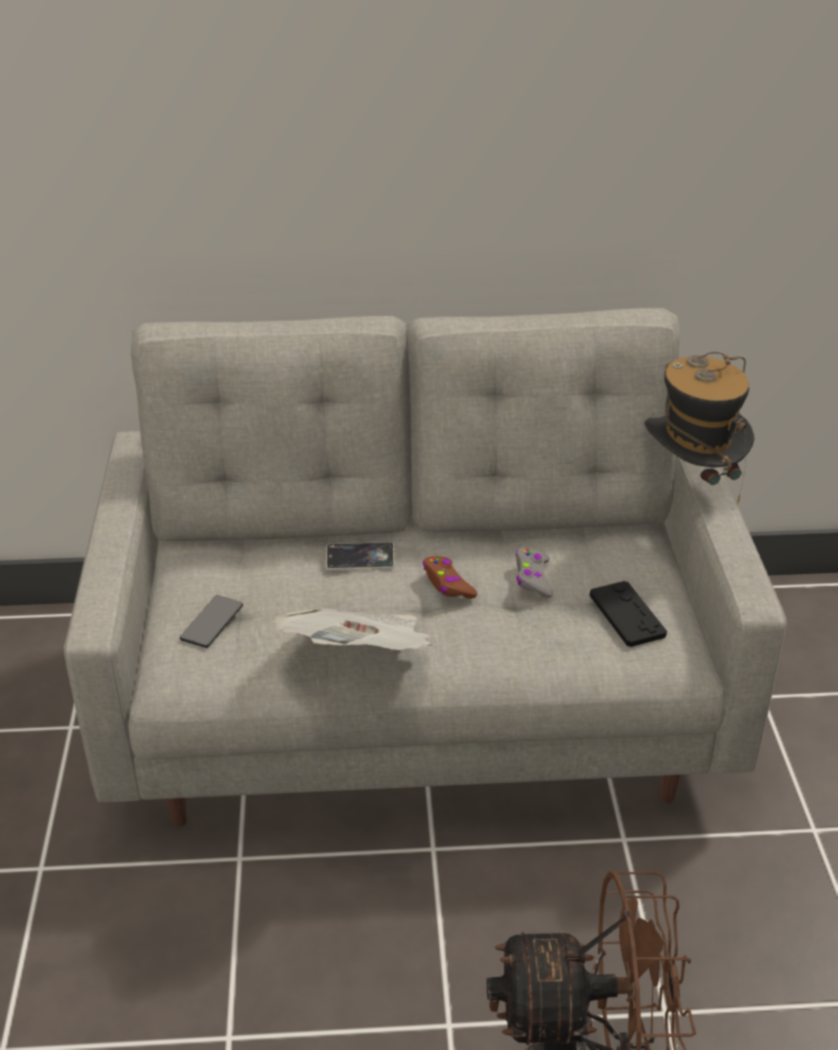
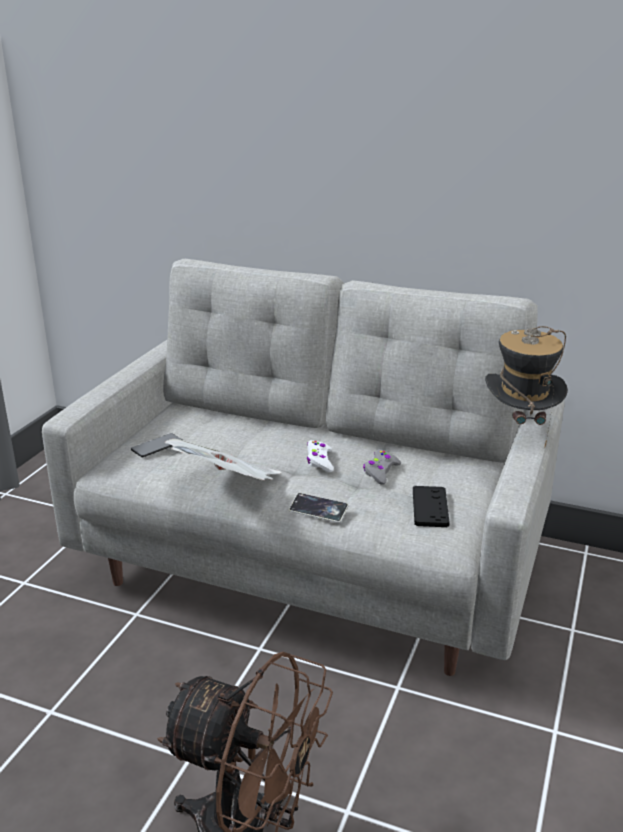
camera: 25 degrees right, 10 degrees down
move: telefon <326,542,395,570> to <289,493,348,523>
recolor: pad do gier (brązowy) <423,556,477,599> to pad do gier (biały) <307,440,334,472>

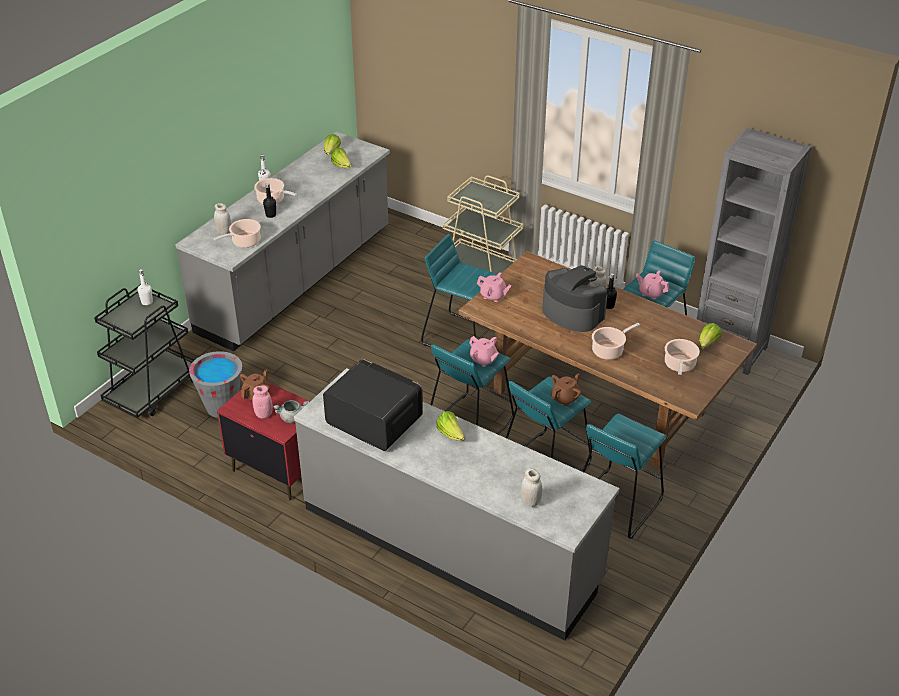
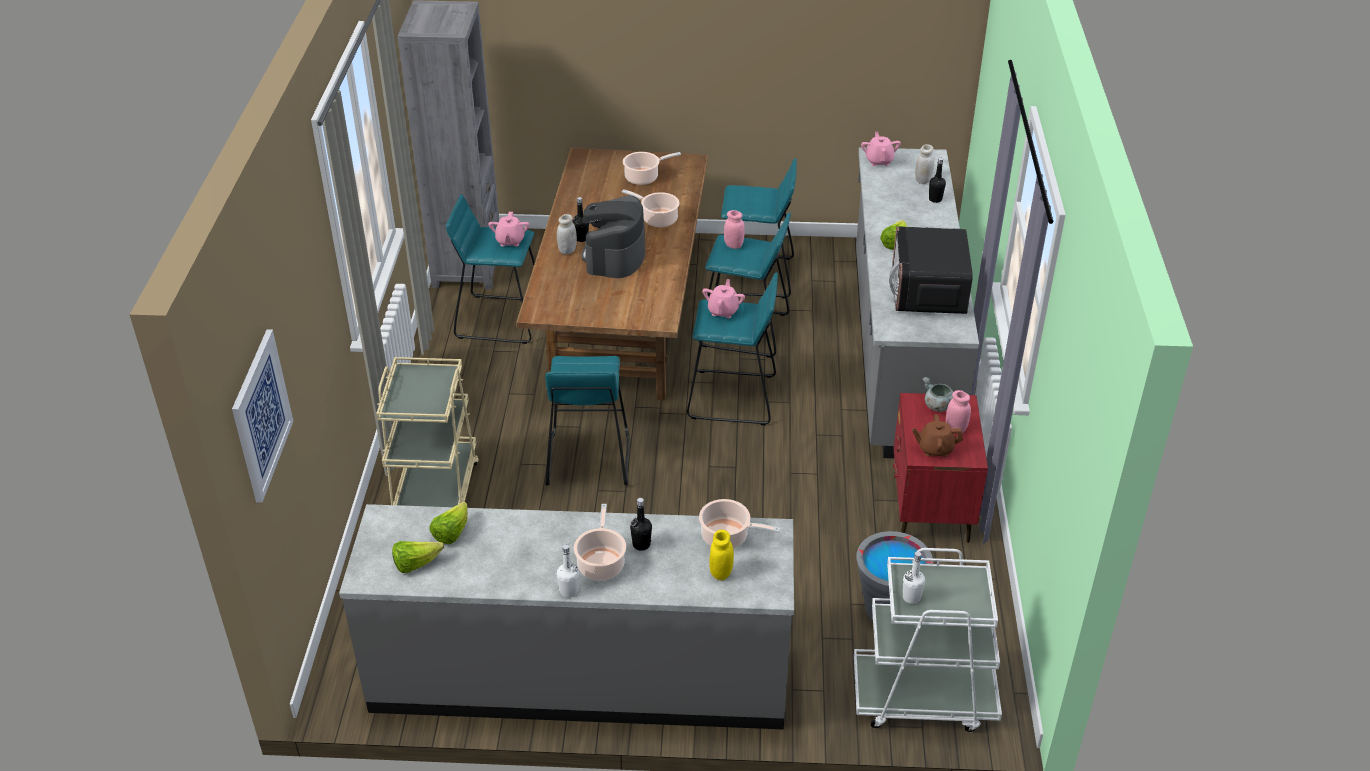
camera: 120 degrees left, 0 degrees up
delete: sałata <699,323,722,349>
insert: butelka (czarny) <929,158,946,203>; obraz <232,329,294,503>
move: imbryk (różowy) <477,272,512,302> to <861,132,901,166>
replace: imbryk (brązowy) <551,374,581,406> to słoik (różowy) <724,210,745,249>
recolor: słoik (biały) <214,203,231,234> to słoik (żółty) <709,530,734,580>; wózek (czarny) <94,284,194,418> to wózek (biały) <854,548,1002,732>

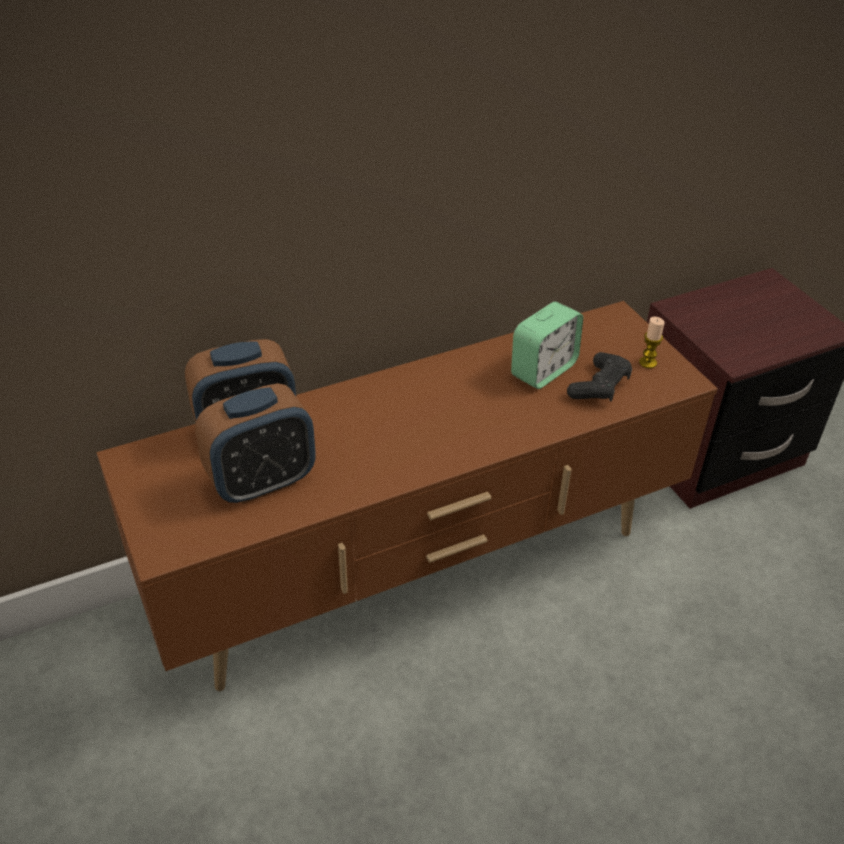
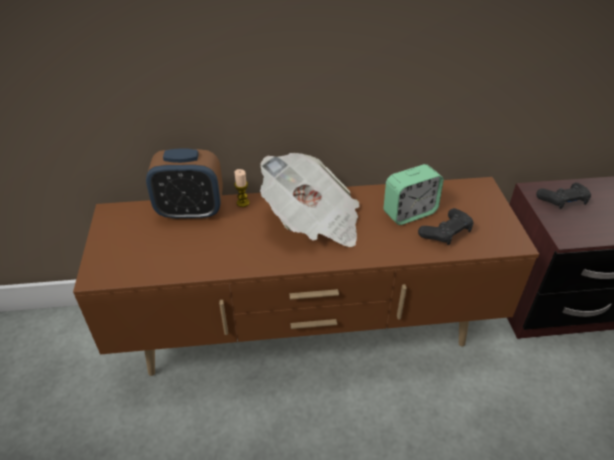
camera: 20 degrees right, 0 degrees up
delete: budzik <195,383,316,504>
insert: gazeta <260,153,360,247>; pad do gier (czarny) <536,183,591,209>
move: świeca <639,317,665,369> to <234,169,250,207>

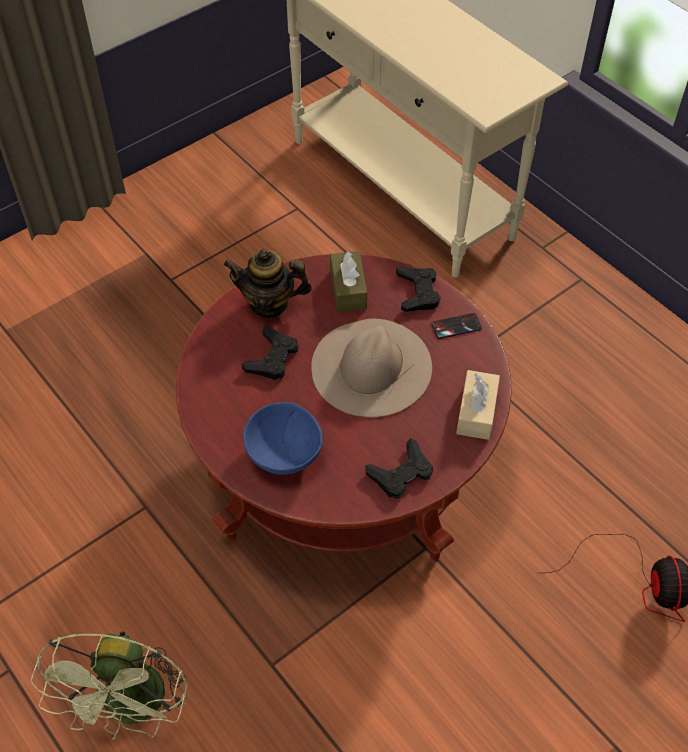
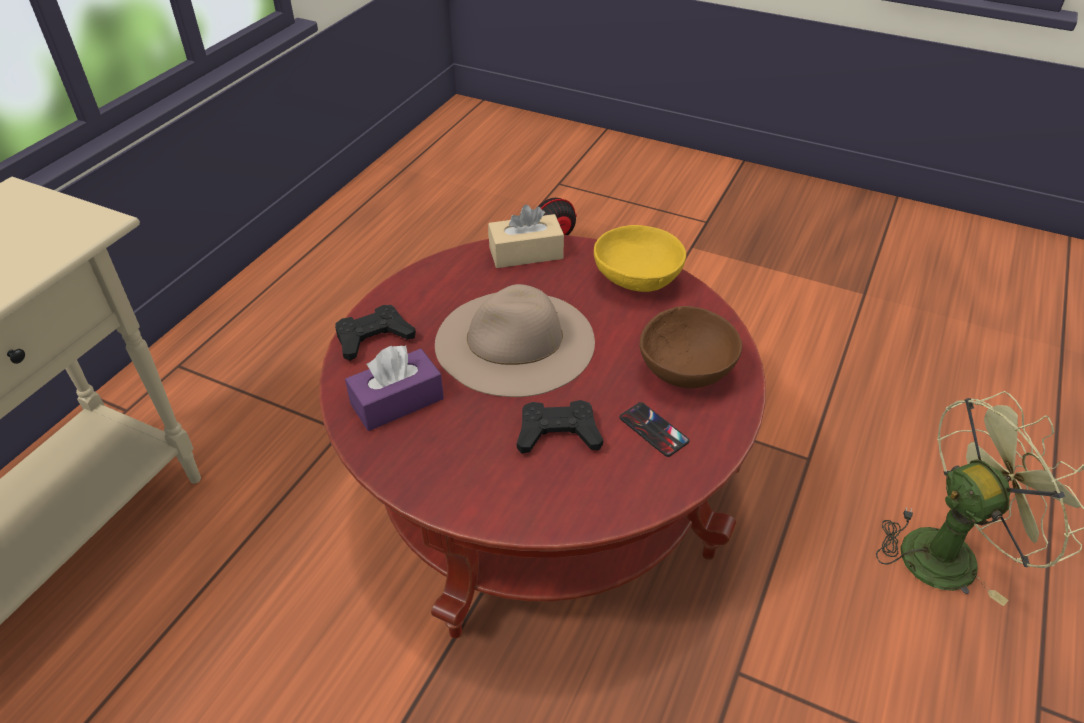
camera: 115 degrees left, 10 degrees down
delete: imbryk <223,249,312,318>
move: telefon <431,313,482,339> to <619,402,690,457>
replace: pad do gier (czarny) <365,438,433,498> to miska (żółty) <594,225,686,292>
recolor: pudełko chusteczek (brązowy) <330,251,367,312> to pudełko chusteczek (fioletowy) <345,345,444,431>; miska (niebieski) <243,402,322,475> to miska (brązowy) <639,306,742,388>

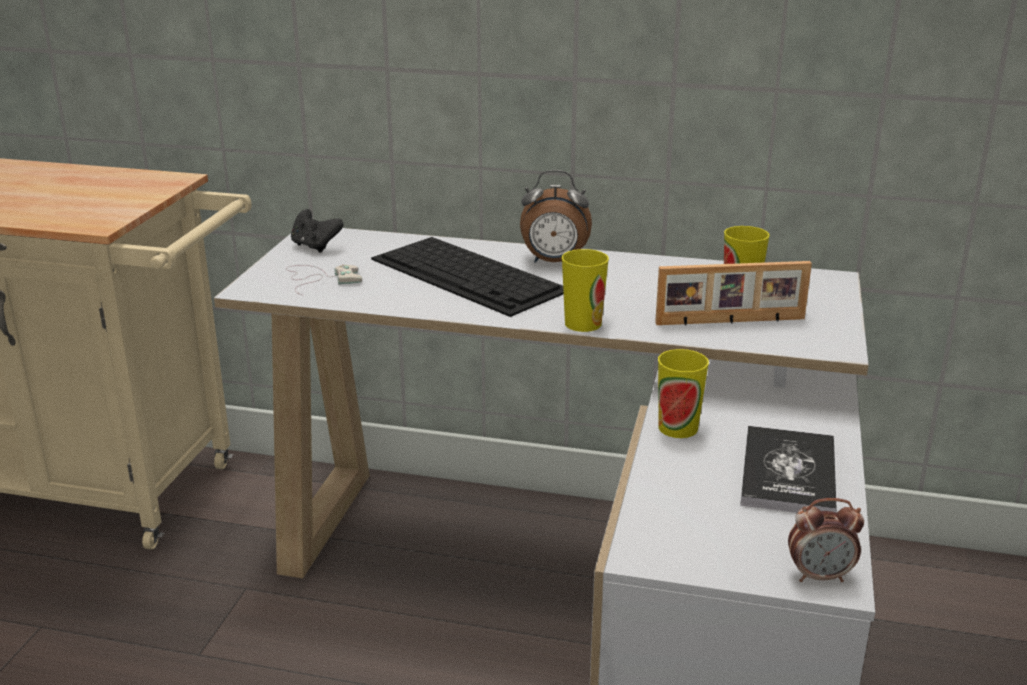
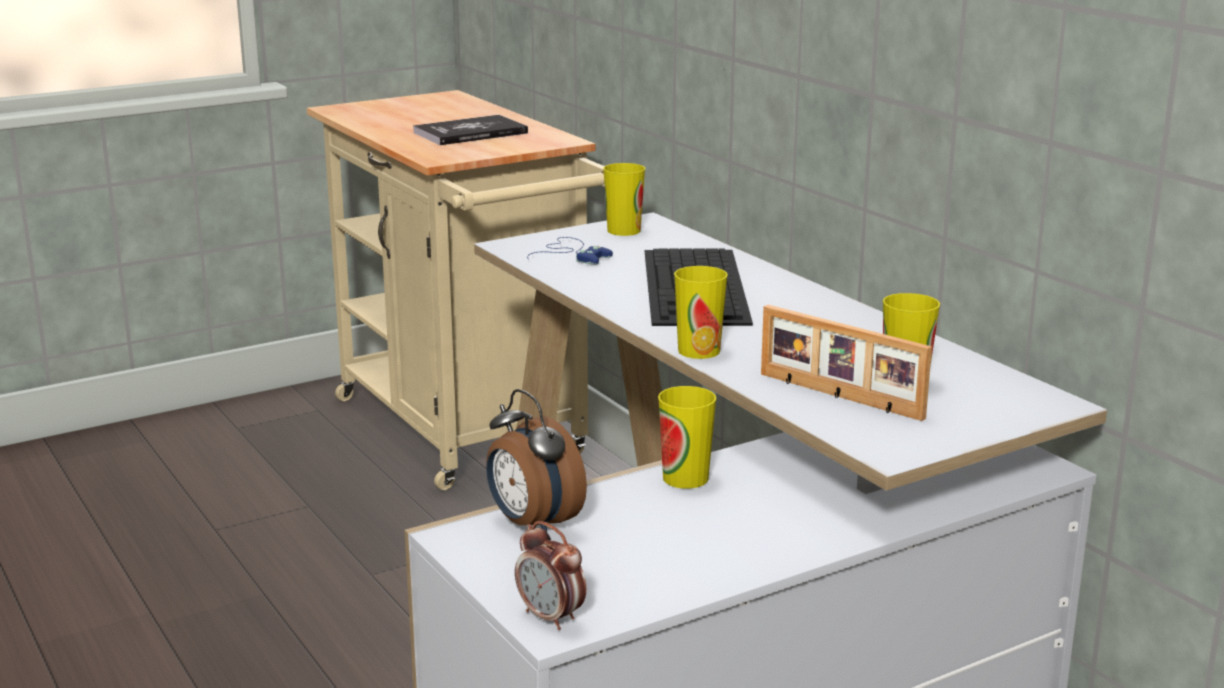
camera: 45 degrees right, 5 degrees down
move: budzik <520,170,592,263> to <486,389,587,532>; książka <740,426,837,513> to <413,115,528,145>
replace: pad do gier (czarny) <291,209,344,252> to filiżanka <603,163,645,236>
recolor: pad do gier (biały) <286,265,362,295> to pad do gier (niebieski) <527,237,613,265>

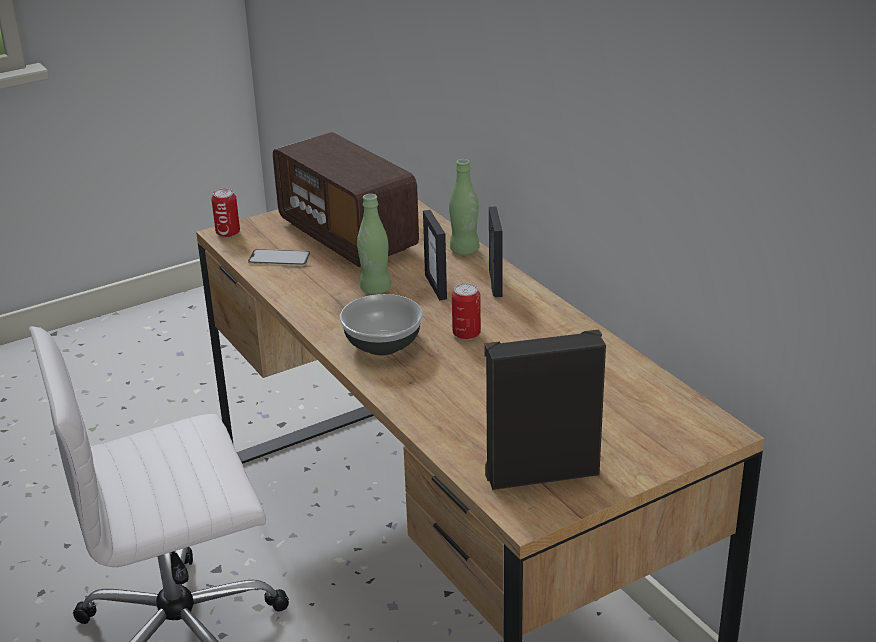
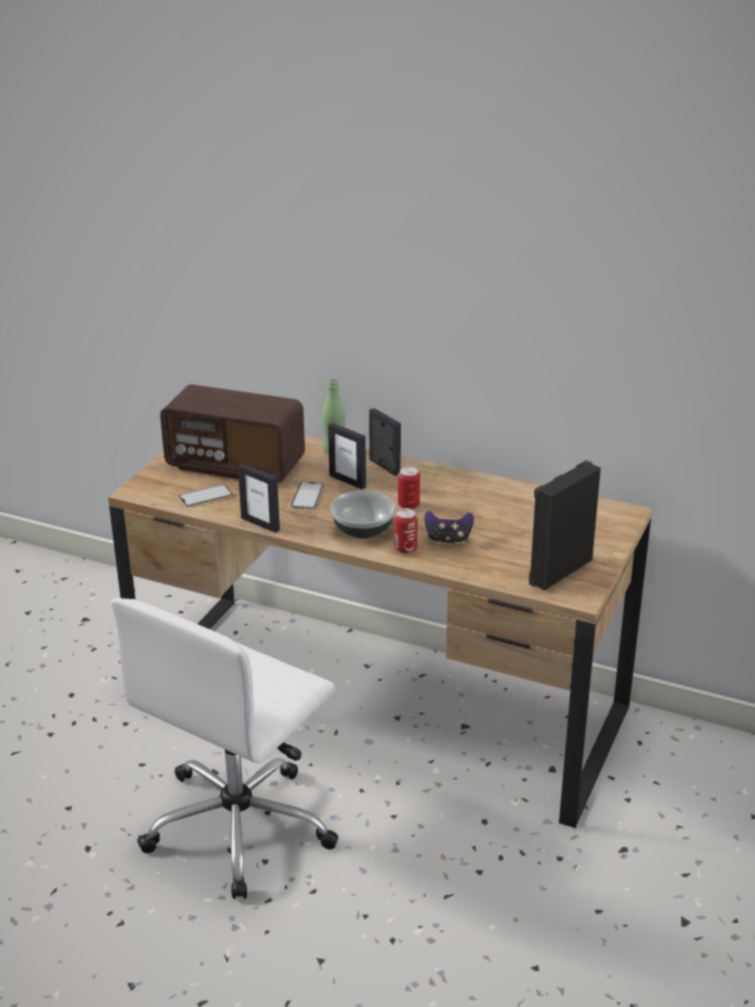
camera: 35 degrees left, 0 degrees up
insert: ramka na zdjęcie <238,463,280,533>; pad do gier <425,511,474,545>
move: puszka <211,189,240,238> to <394,508,417,554>
replace: butelka (zielony) <357,194,391,294> to telefon <291,482,324,509>

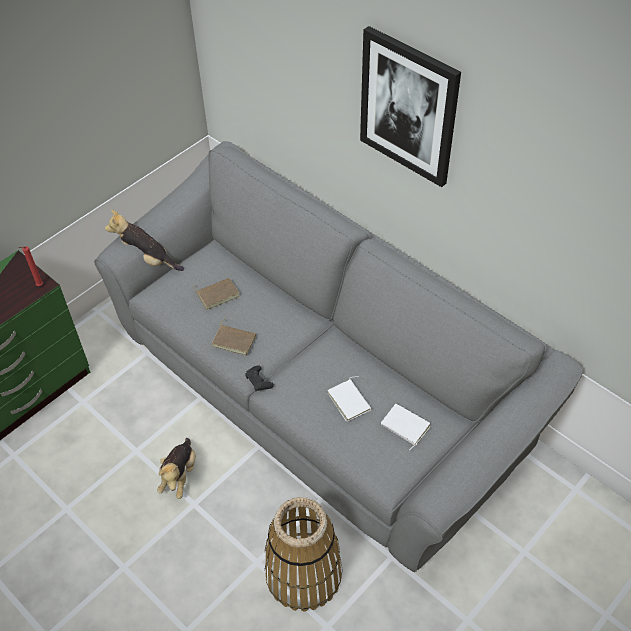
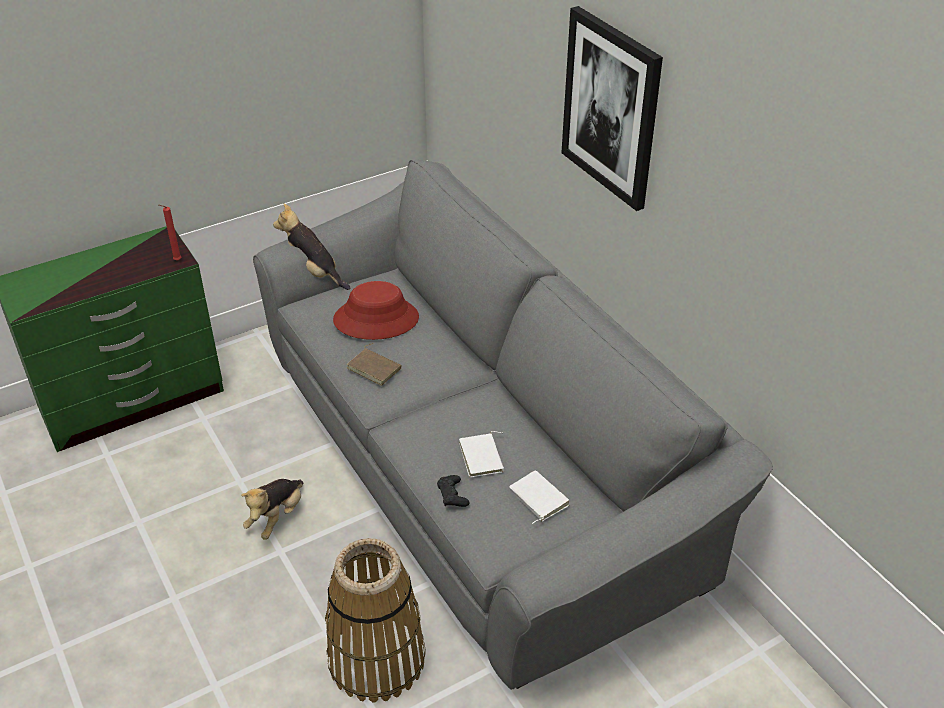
camera: 15 degrees right, 10 degrees down
move: pad do gier (czarny) <245,366,274,392> to <437,475,469,507>
replace: książka (brązowy) <194,278,240,310> to kapelusz (czerwony) <333,281,419,340>

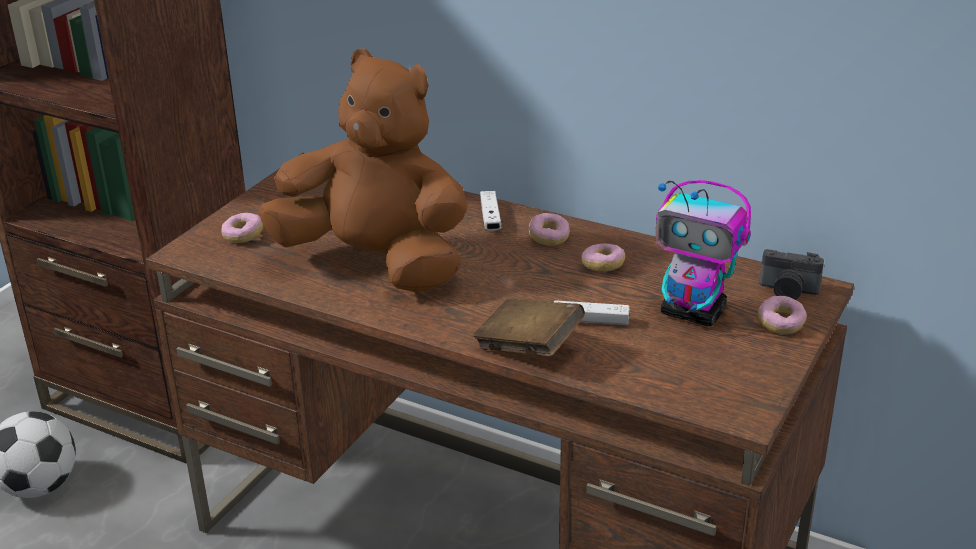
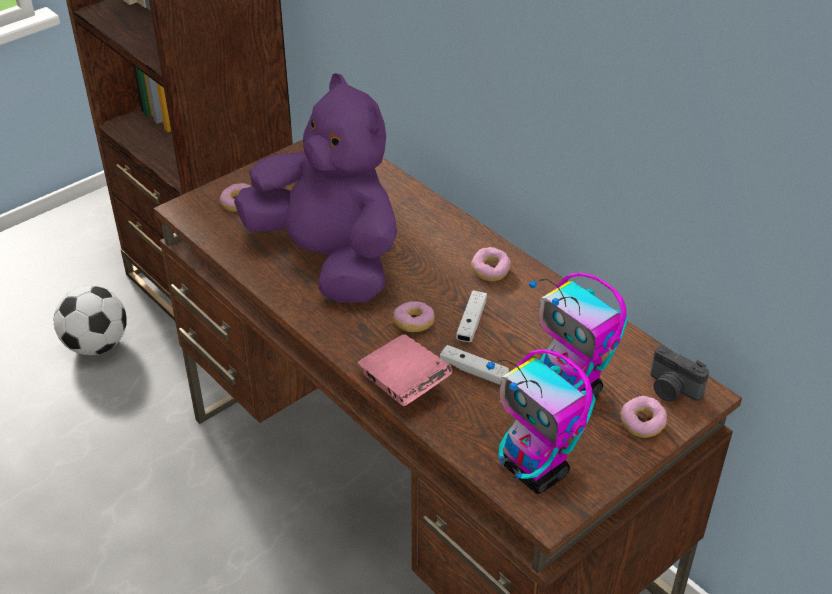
camera: 20 degrees right, 10 degrees up
insert: robot zabawkowy <486,349,596,494>
move: pad do gier (biały) <480,191,501,231> to <456,291,487,342>; donut <581,243,625,272> to <393,301,435,332>
recolor: pluszak (brązowy) <258,48,467,292> to pluszak (fioletowy) <234,73,397,303>; książka (brązowy) <473,299,585,357> to książka (różowy) <358,334,452,406>

